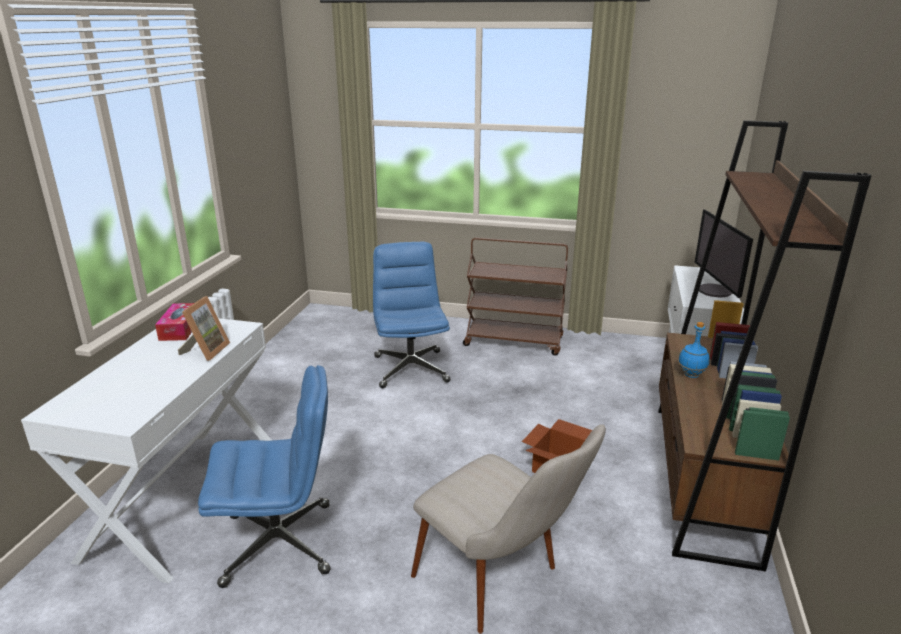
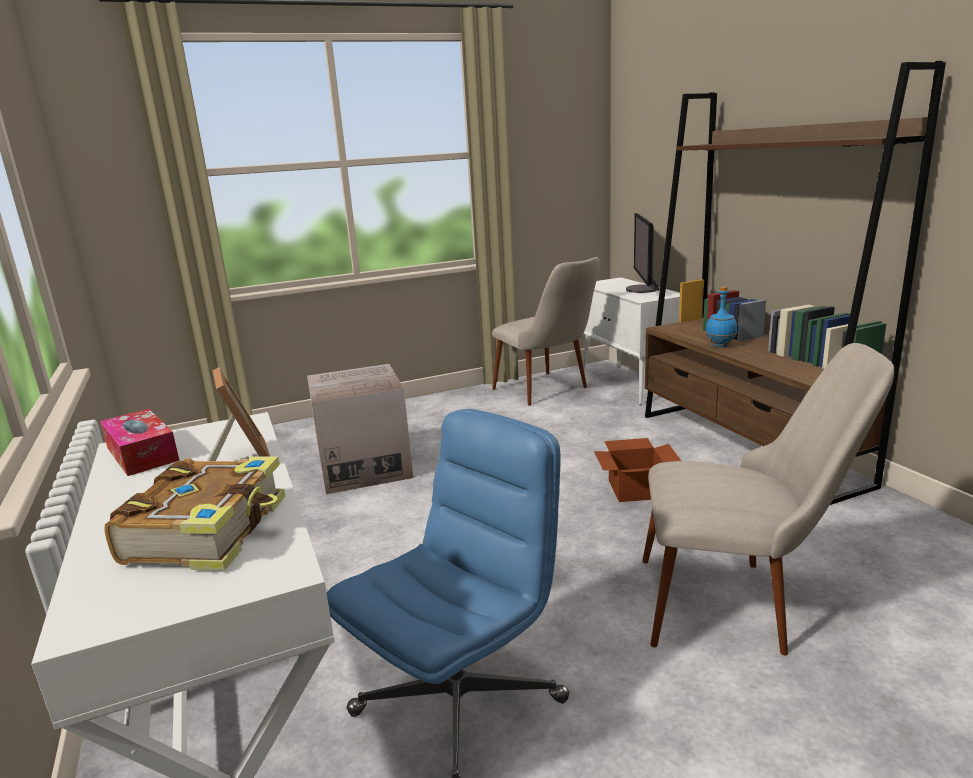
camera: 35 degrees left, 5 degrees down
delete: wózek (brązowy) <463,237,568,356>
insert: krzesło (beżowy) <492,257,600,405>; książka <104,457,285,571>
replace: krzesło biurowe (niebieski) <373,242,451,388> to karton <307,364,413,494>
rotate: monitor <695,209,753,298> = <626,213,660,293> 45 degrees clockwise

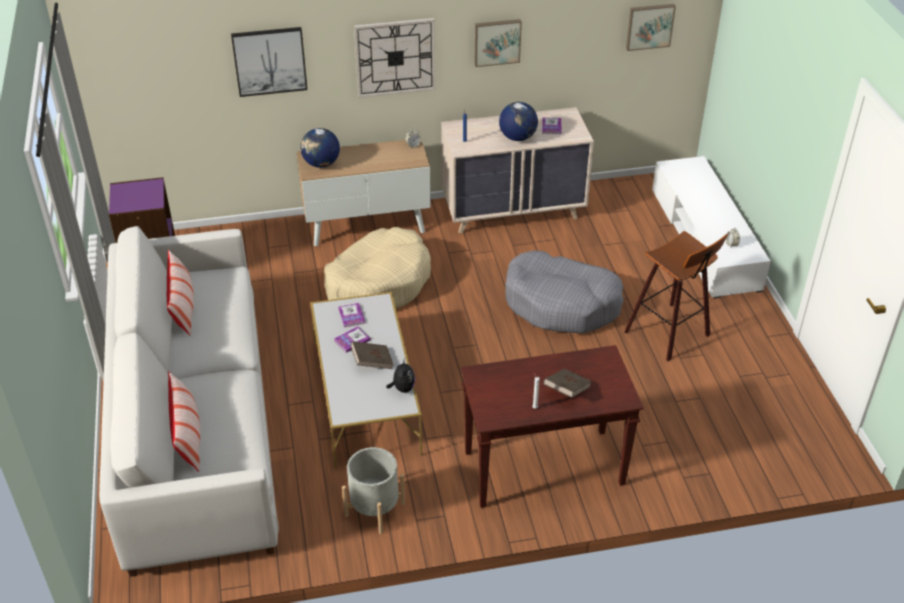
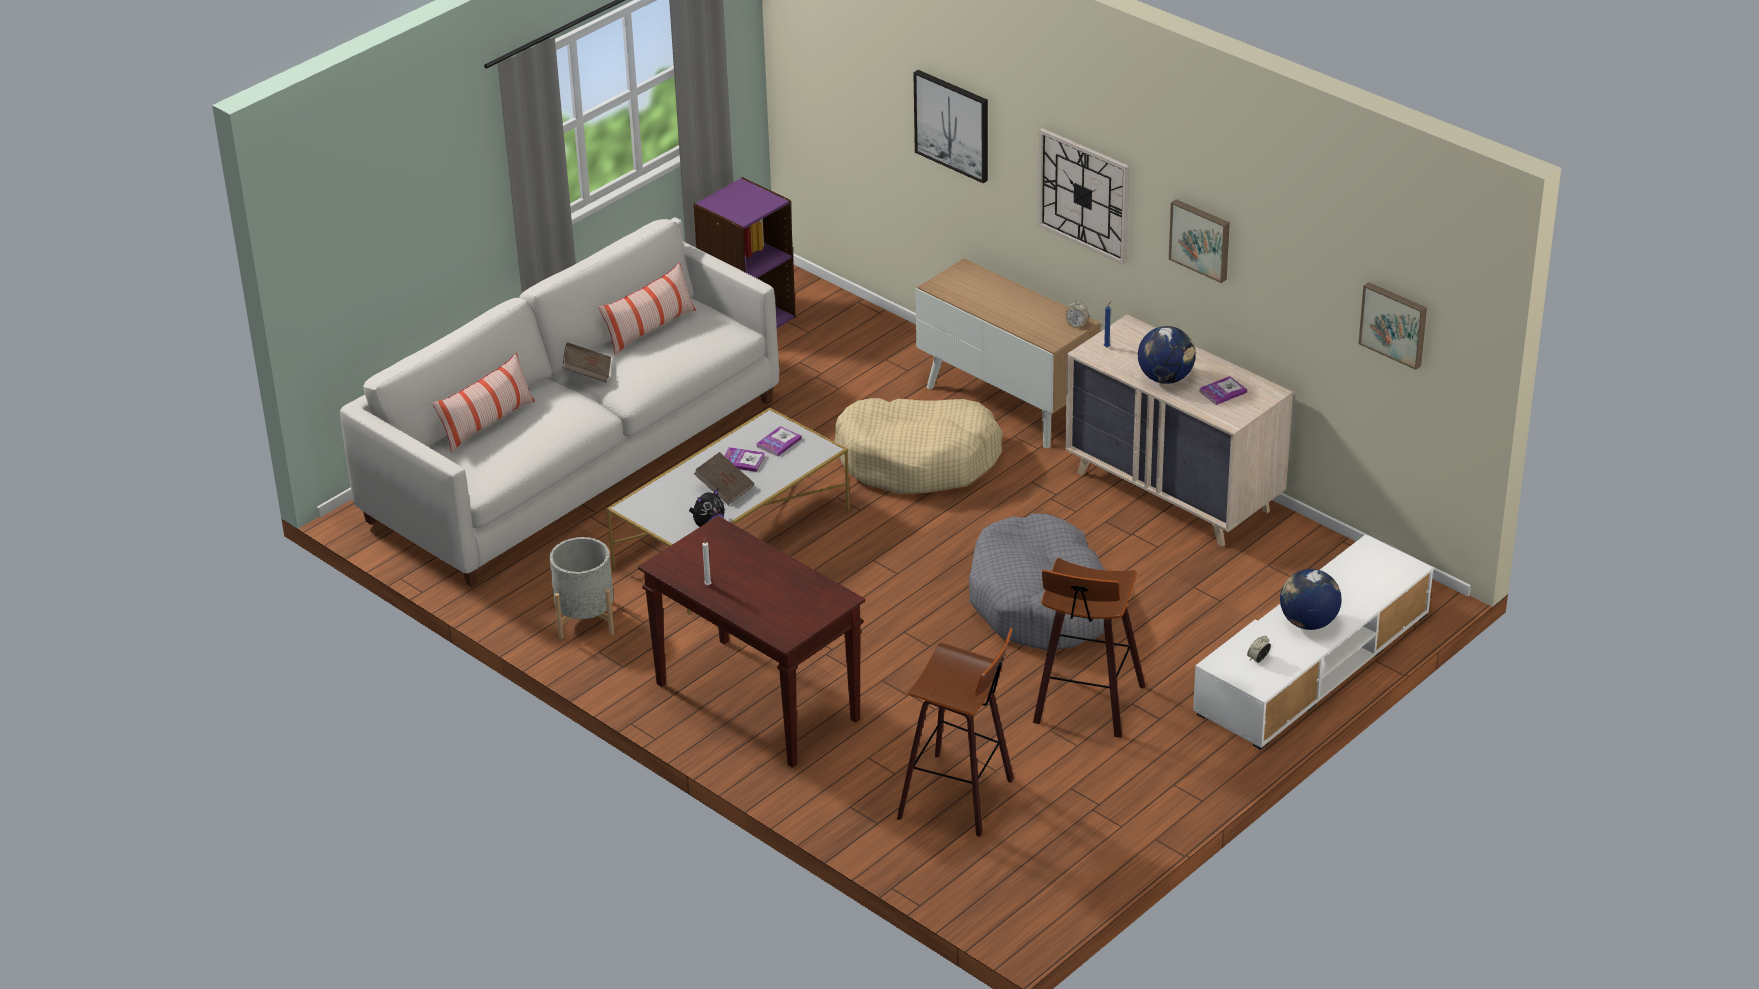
camera: 55 degrees right, 5 degrees down
insert: stołek <897,628,1014,837>
move: globus <300,128,340,168> to <1280,569,1341,630>; książka (brązowy) <543,369,592,398> to <562,342,611,382>

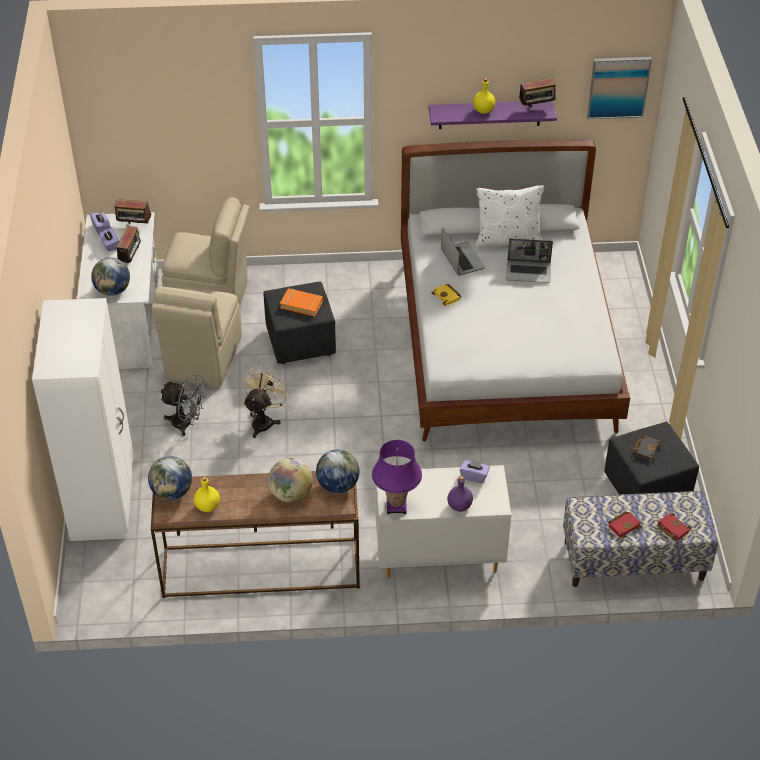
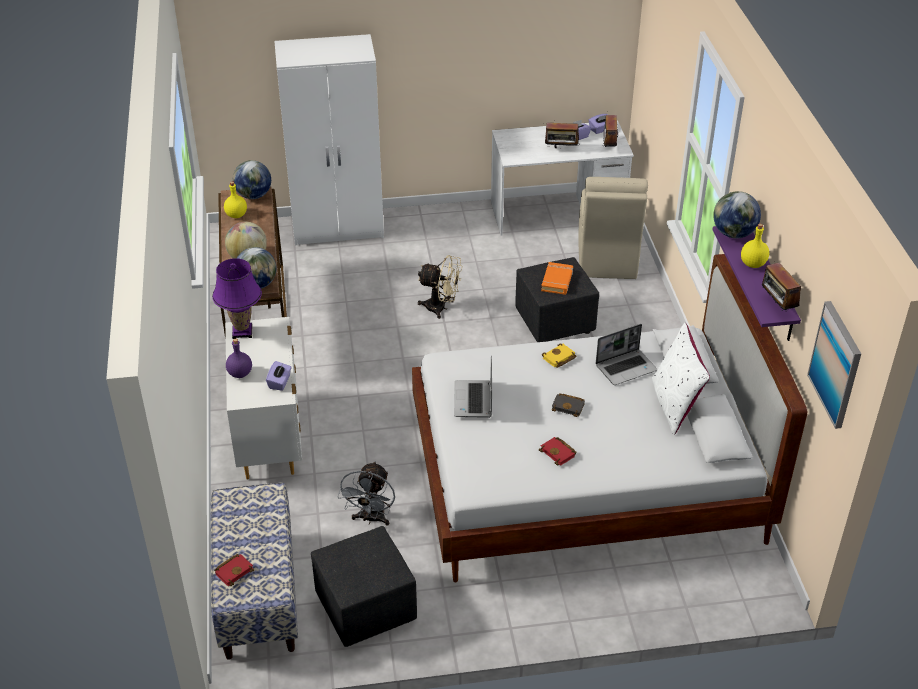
camera: 85 degrees right, 5 degrees down
delete: krzesło (beżowy) <151,287,242,387>
move: laptop <506,238,553,283> to <454,356,492,418>; globus <91,257,130,296> to <713,191,761,238>; wentylator (szary) <160,374,207,436> to <338,461,395,526>; książka (czarny) <633,435,662,461> to <551,393,585,417>; książka (czerwony) <608,511,642,538> to <539,437,577,466>

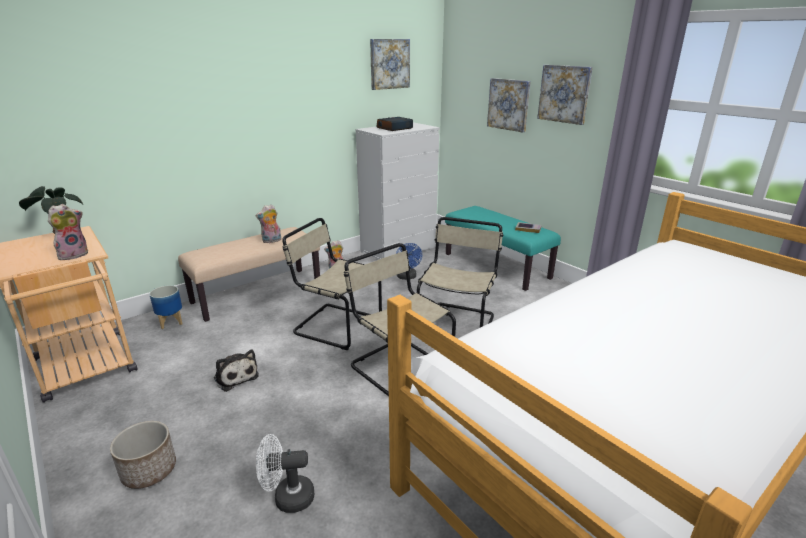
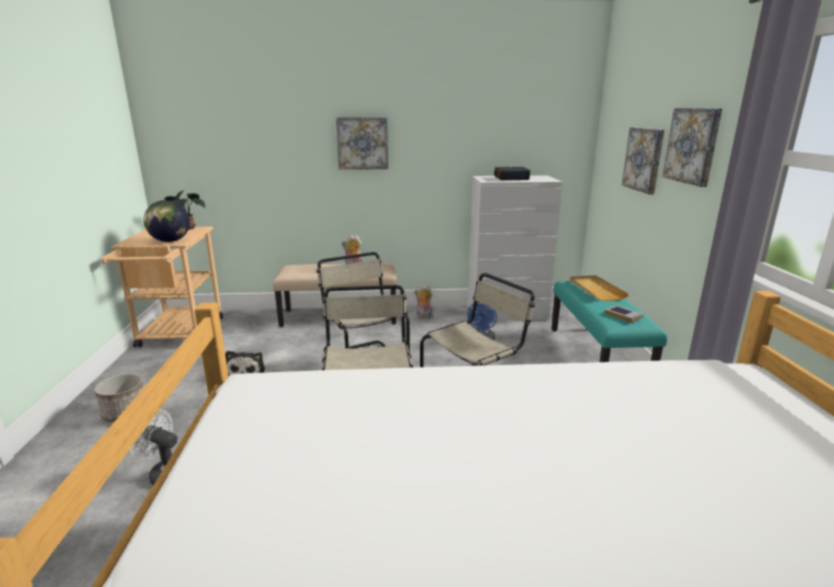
camera: 35 degrees right, 5 degrees down
delete: donica <149,285,182,329>
insert: taca (beżowy) <570,275,629,301>
move: obraz <370,39,410,90> to <336,117,388,170>
replace: pluszak <48,204,88,260> to globus <144,200,190,242>

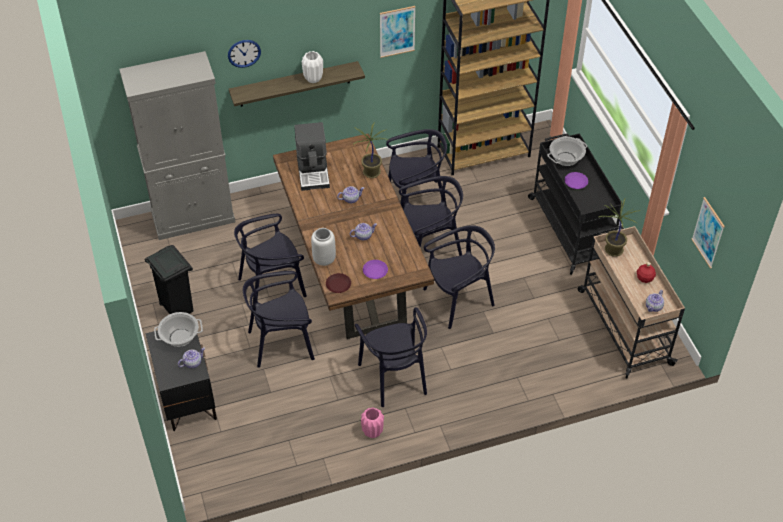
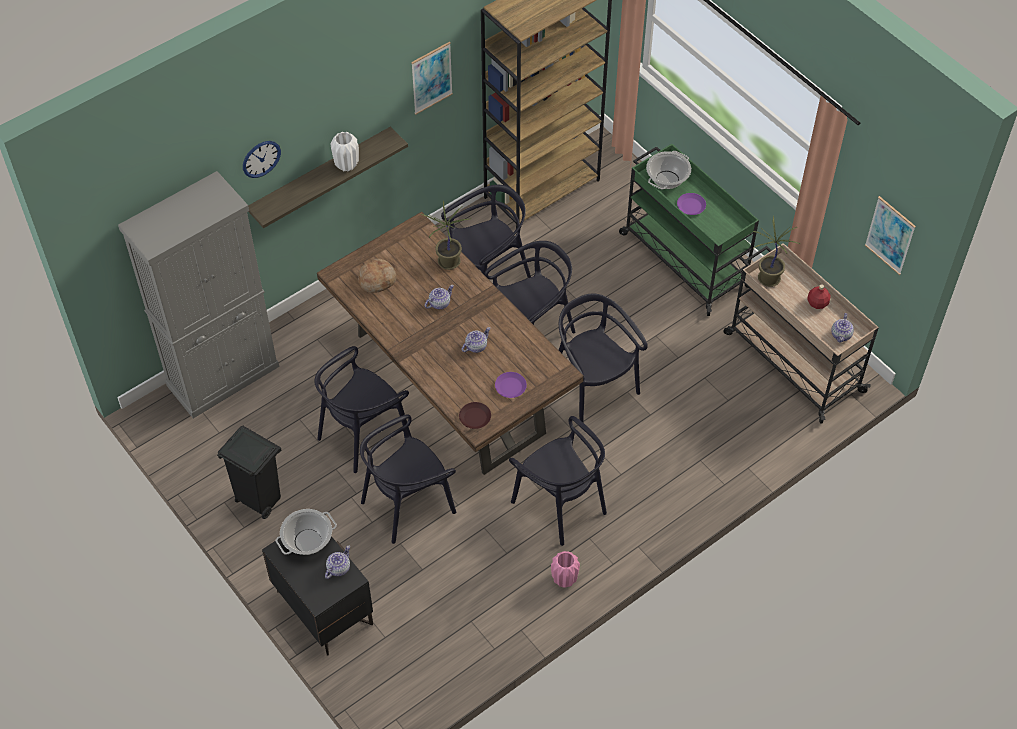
camera: 20 degrees left, 5 degrees up
delete: wazon (szary) <311,228,336,266>
replace: ekspres do kawy <294,122,330,191> to chleb <358,259,396,293>
recolor: wózek (czarny) <528,133,623,275> to wózek (zielony) <619,144,759,316>
rotate: krzesło (czarny) <423,225,495,329> = <559,293,648,423> 75 degrees counterclockwise

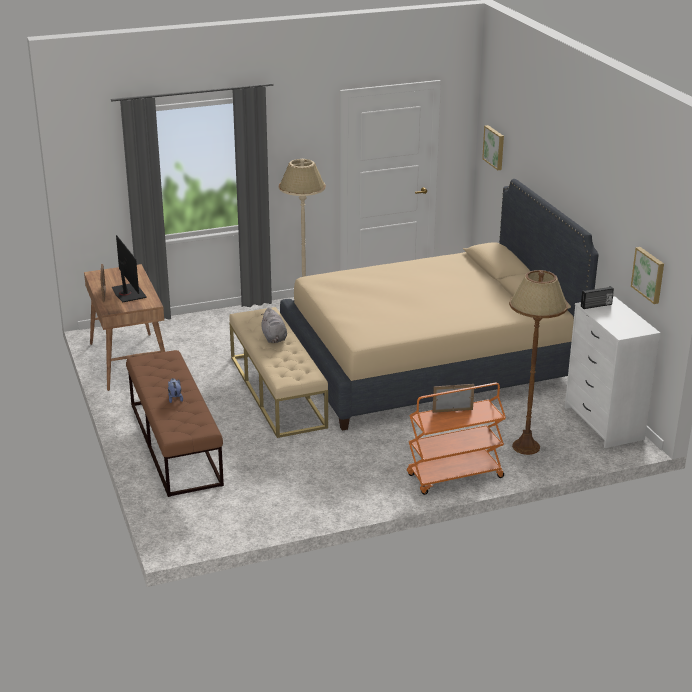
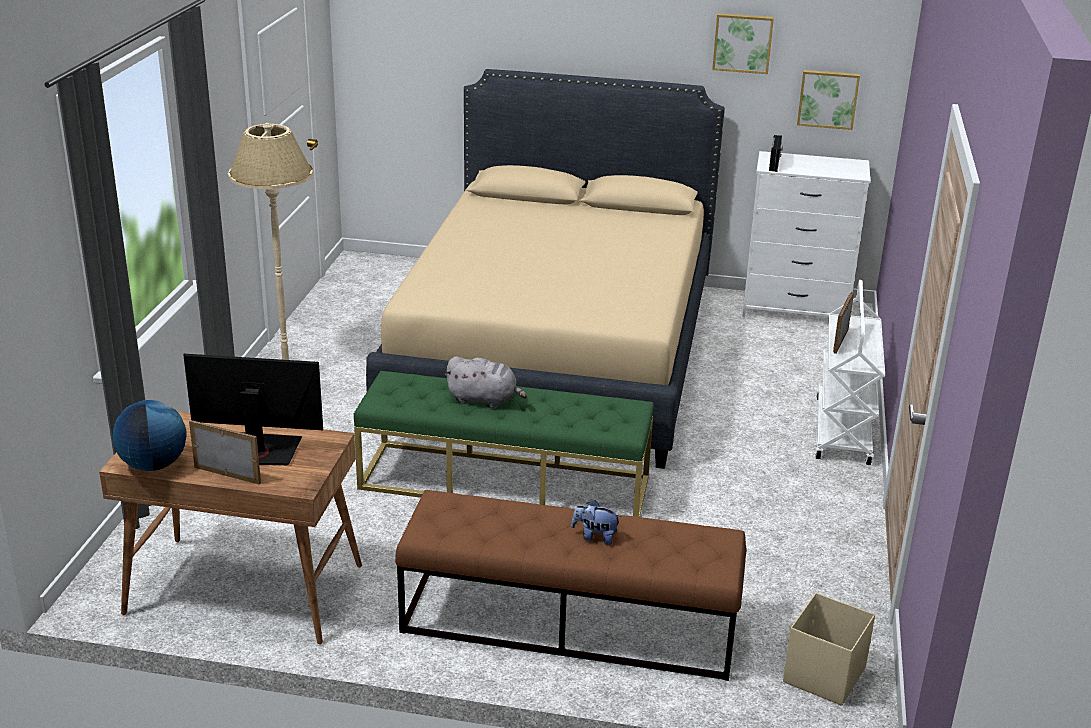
camera: 60 degrees left, 0 degrees up
delete: lampa stojąca (brązowy) <509,270,568,455>
insert: globus <112,400,186,471>; pojemnik do przechowywania (beżowy) <783,593,875,706>
move: obraz <482,125,504,170> to <712,13,774,74>
recolor: ławka (beżowy) <229,307,328,438> to ławka (zielony) <354,371,654,517>; wózek (pomarańczowy) <407,383,506,495> to wózek (biały) <815,280,885,465>

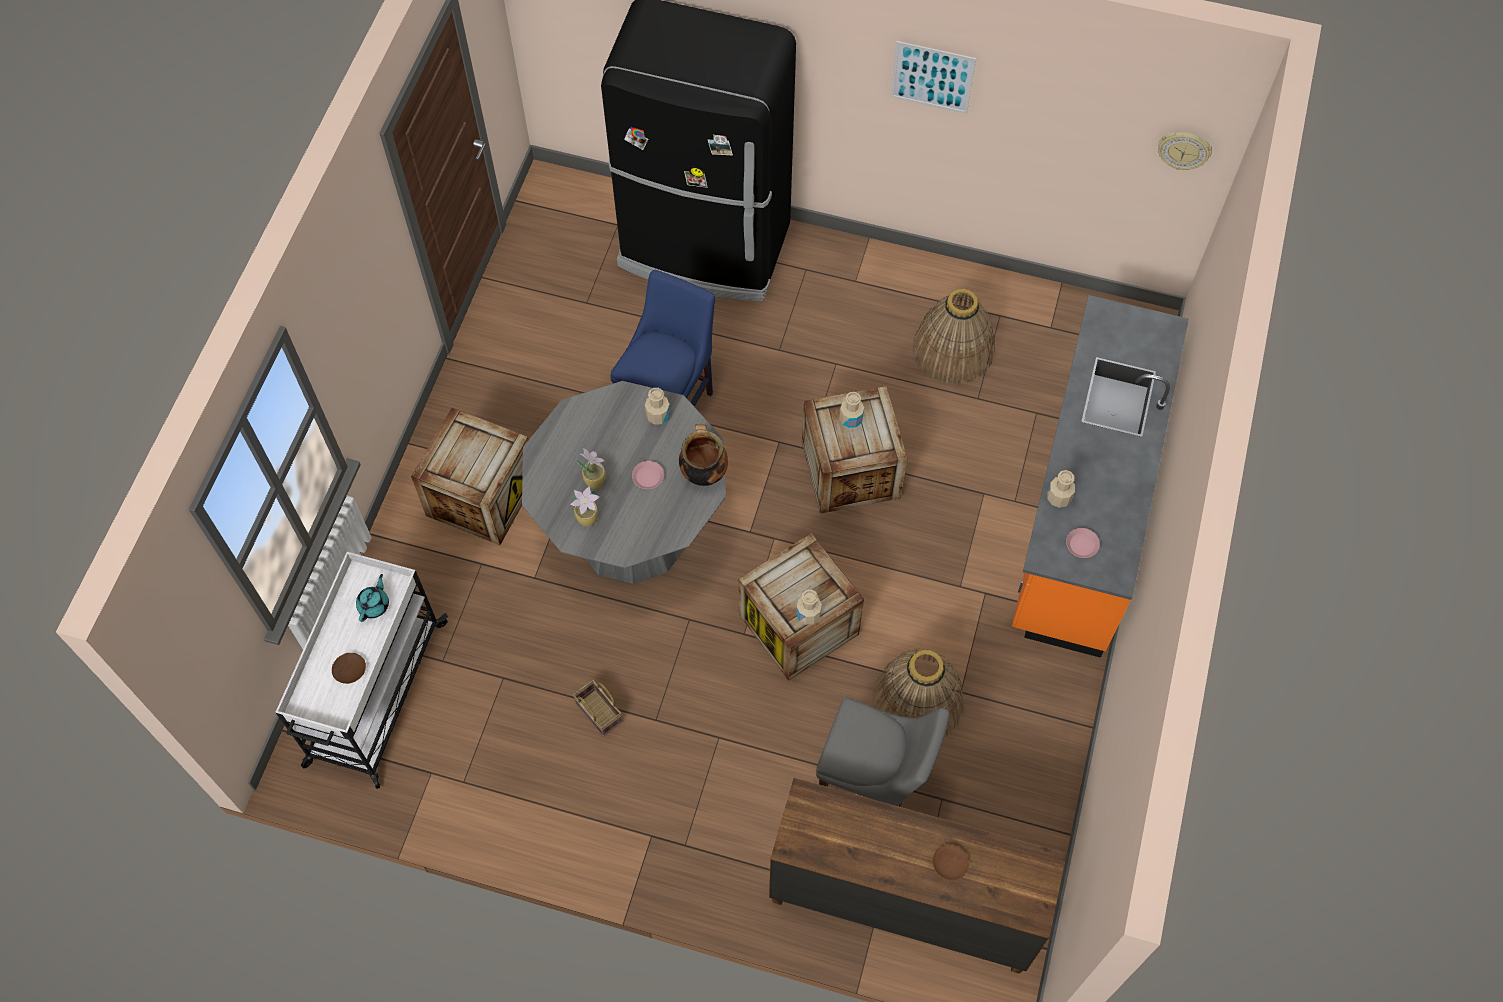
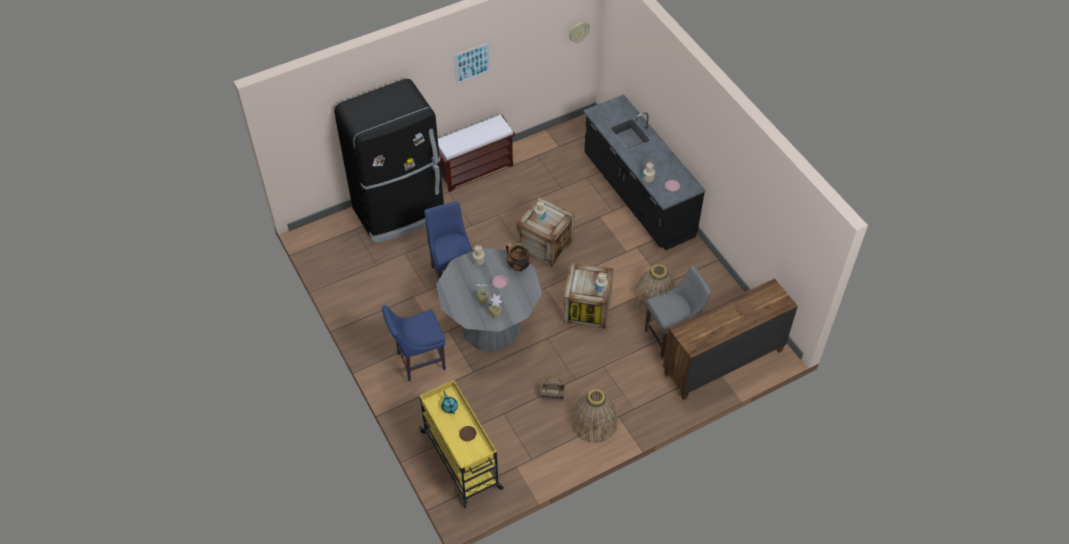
camera: 45 degrees left, 10 degrees down
insert: ławka (brązowy) <438,114,516,192>
move: koszyk <913,289,995,385> to <571,389,618,443>
replace: skrzynka <411,408,529,545> to krzesło (niebieski) <382,305,446,381>
recolor: zabudowa kuchenna (pomarańczowy) <1012,295,1189,658> to zabudowa kuchenna (czarny) <583,94,705,251>; wózek (biały) <275,552,448,789> to wózek (żółty) <419,380,504,508>

